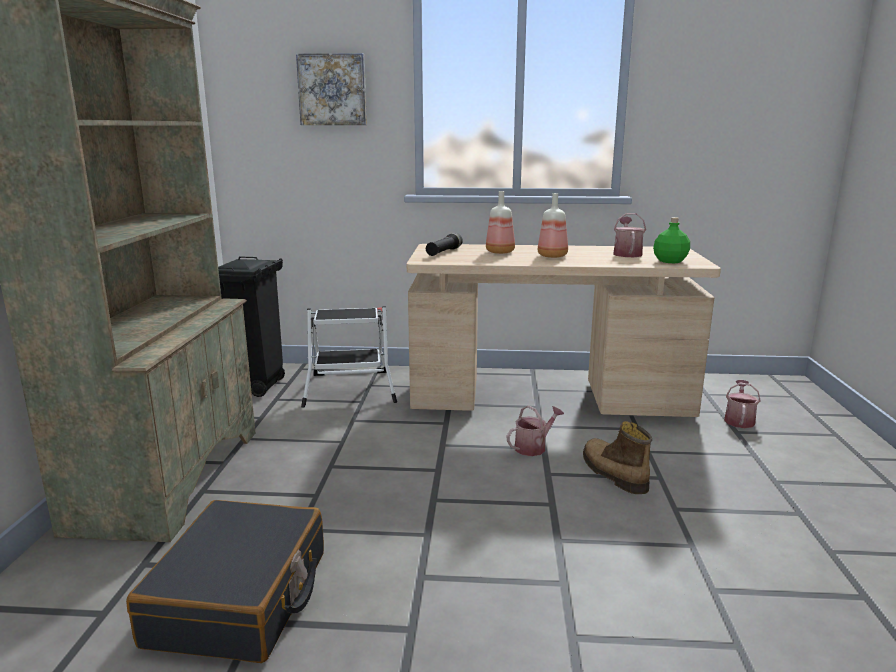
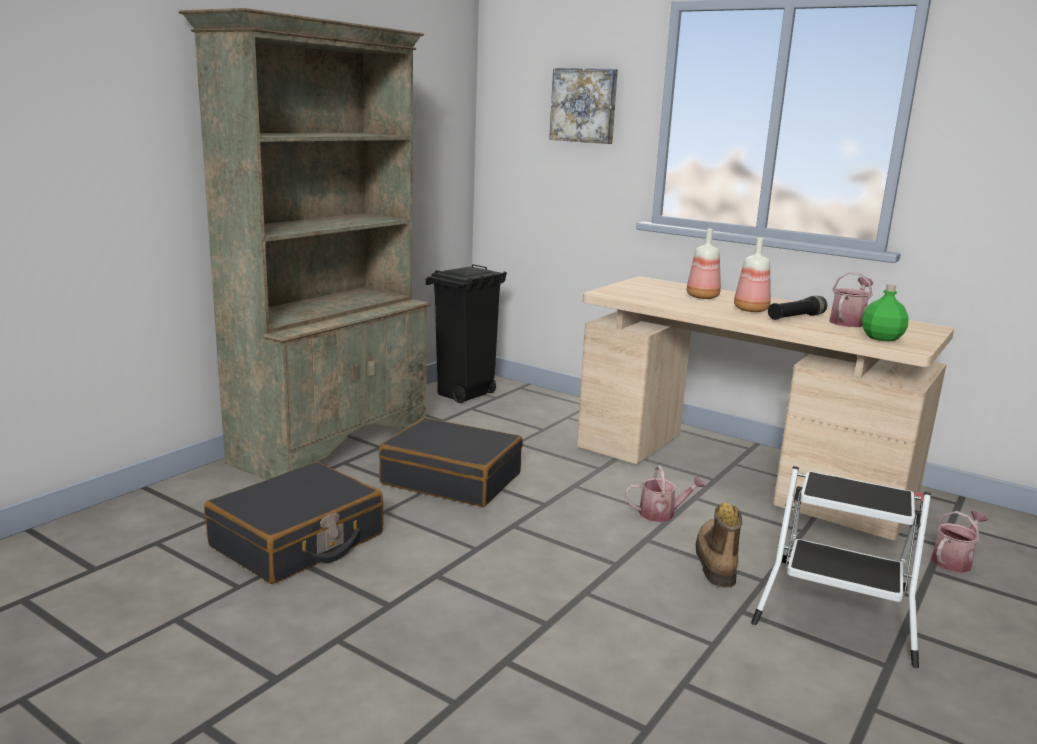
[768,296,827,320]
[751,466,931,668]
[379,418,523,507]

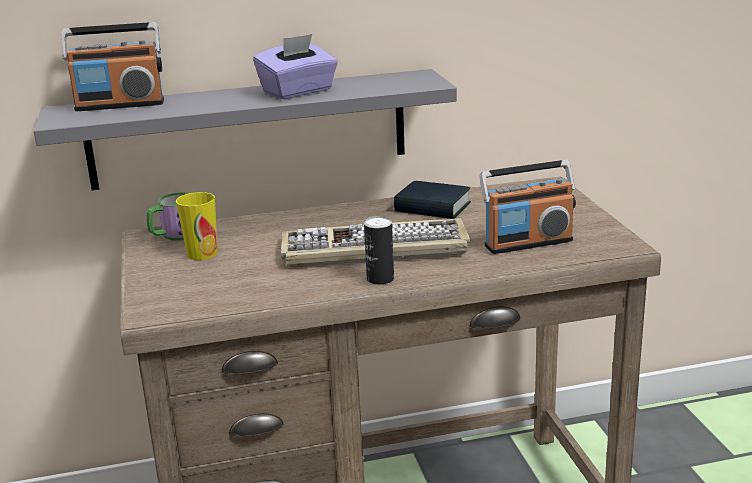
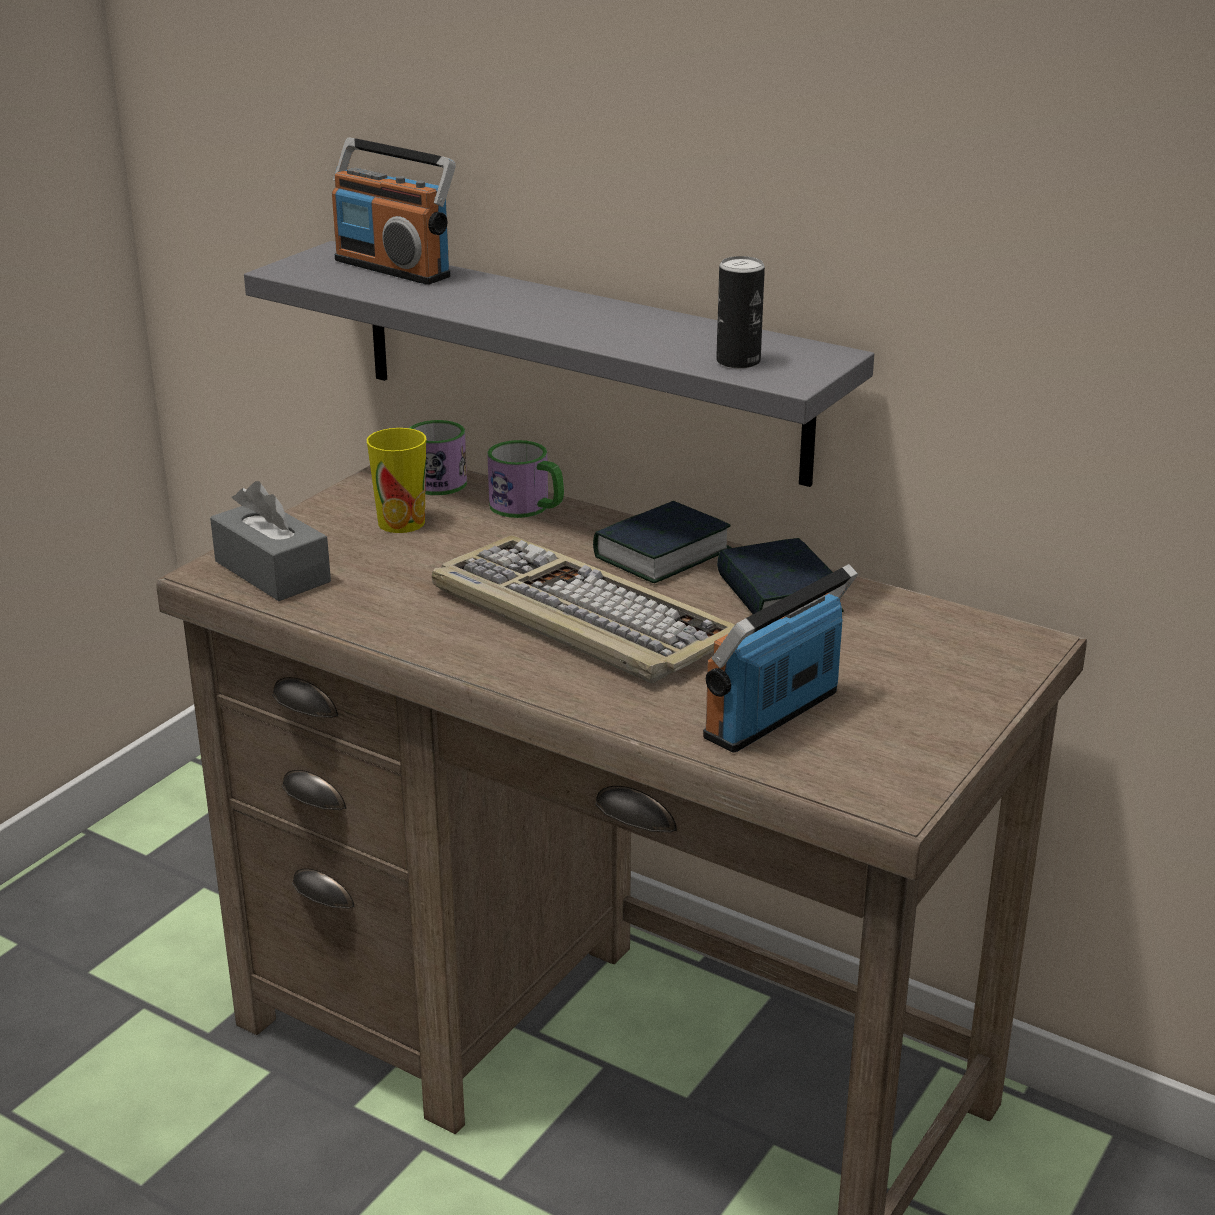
[253,34,338,99] (first image)
[703,564,858,753]
[716,256,765,368]
[487,440,564,518]
[210,481,331,601]
[593,501,731,583]

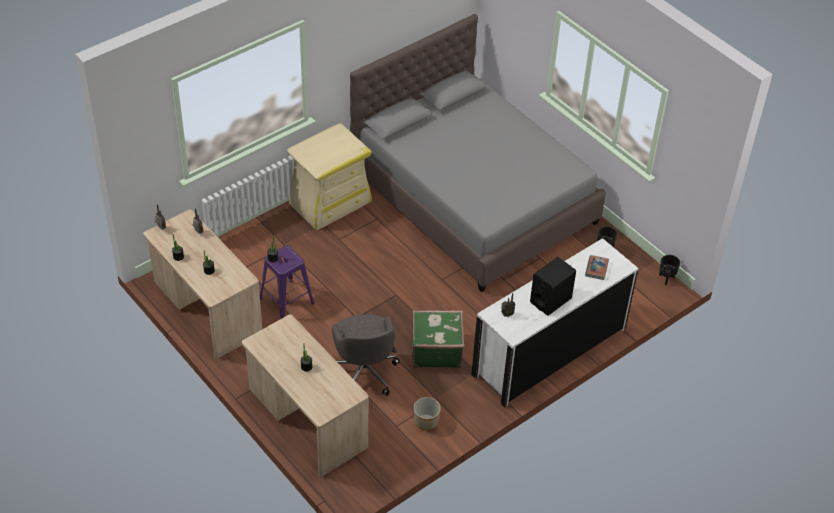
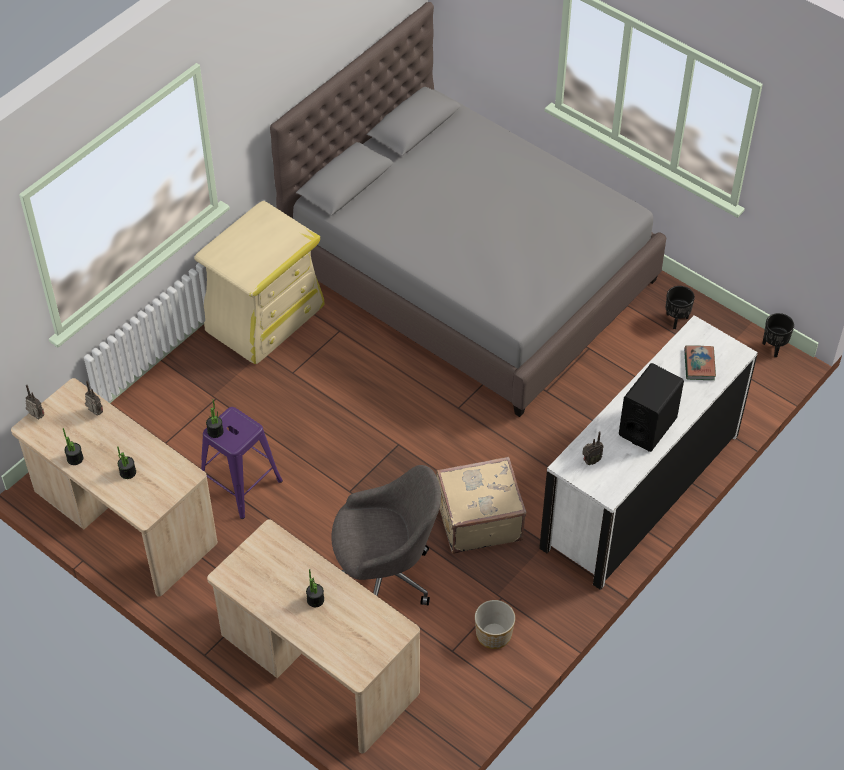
[436,457,526,554]
[331,465,441,606]

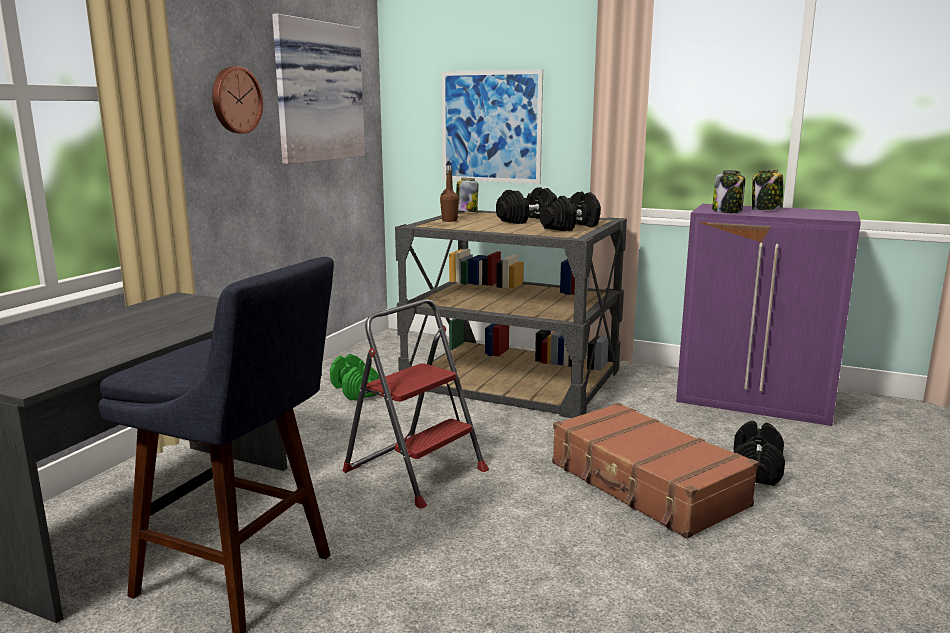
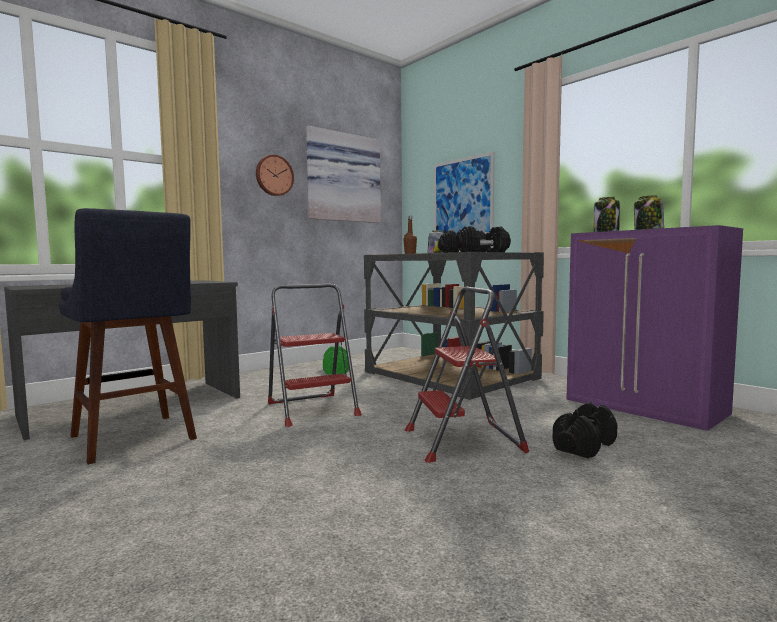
[405,287,529,463]

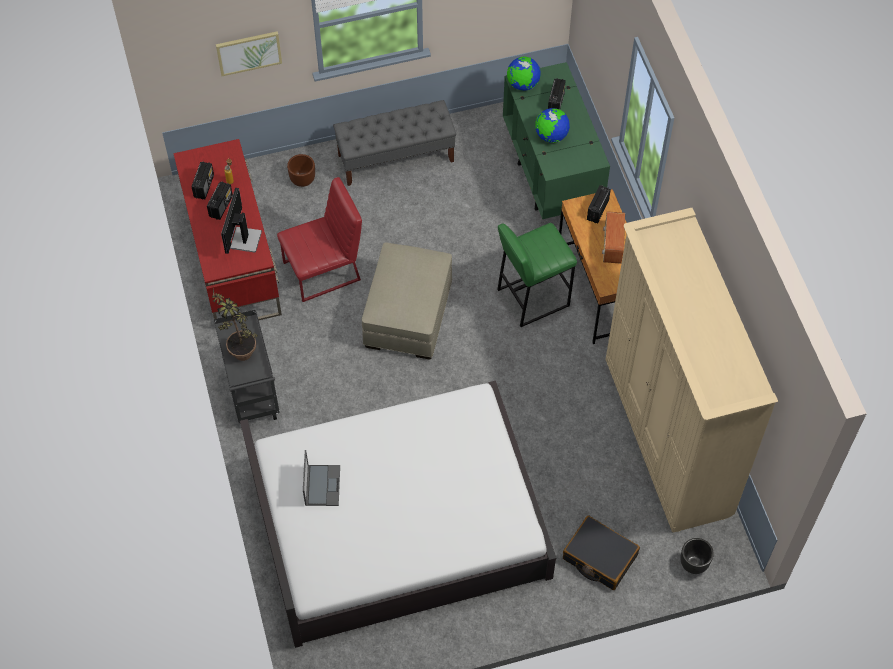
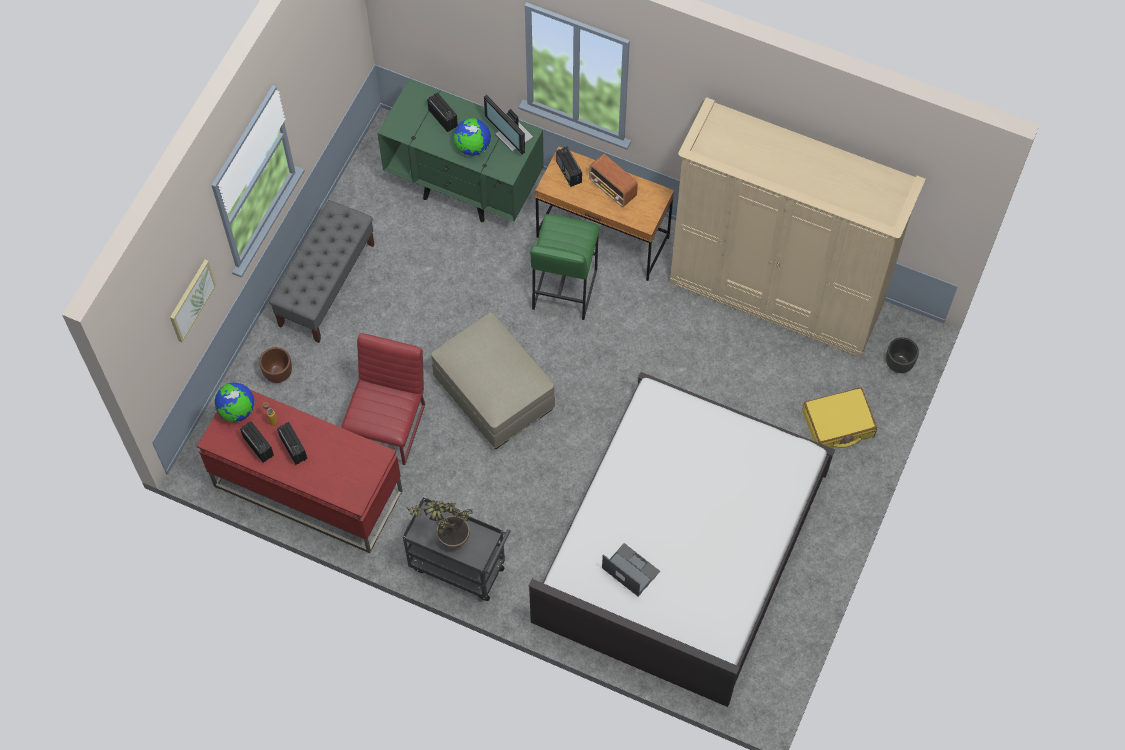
[215,383,254,422]
[484,95,533,155]
[802,387,877,448]

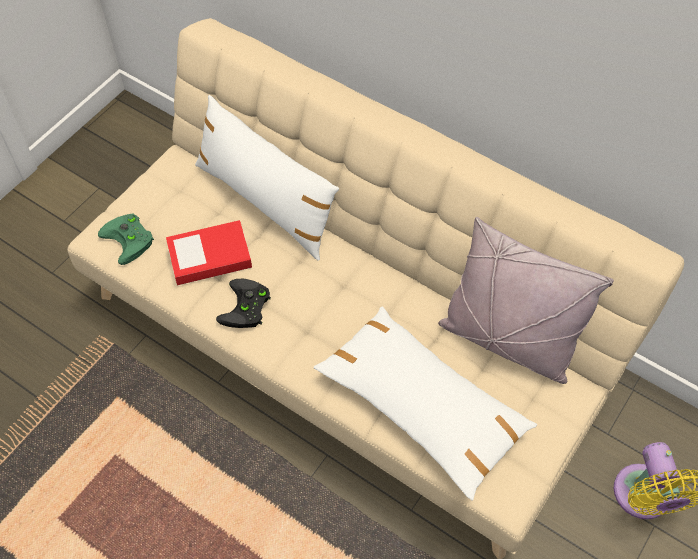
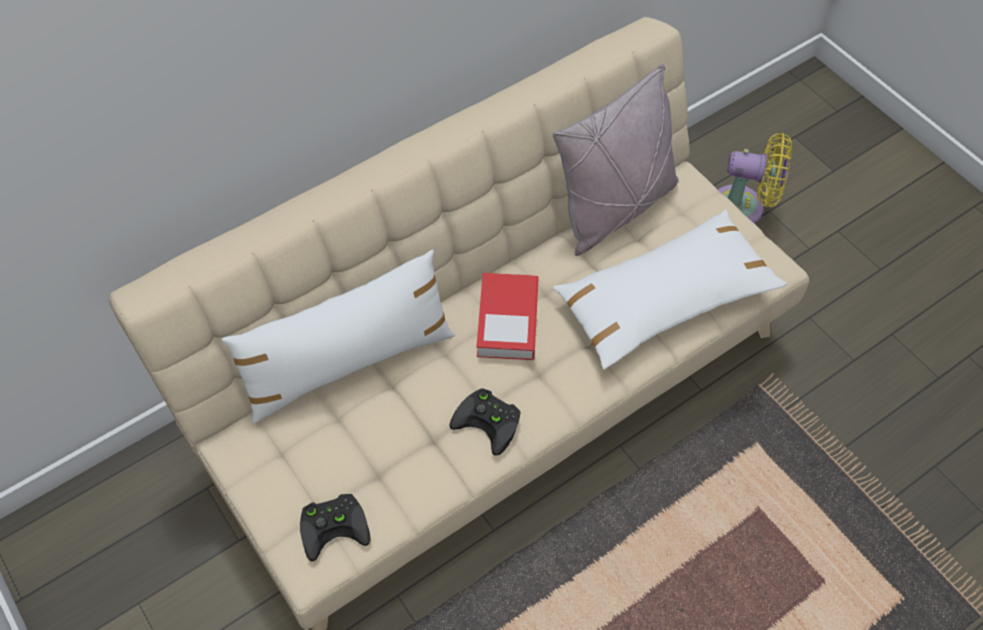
[300,494,370,561]
[476,273,539,360]

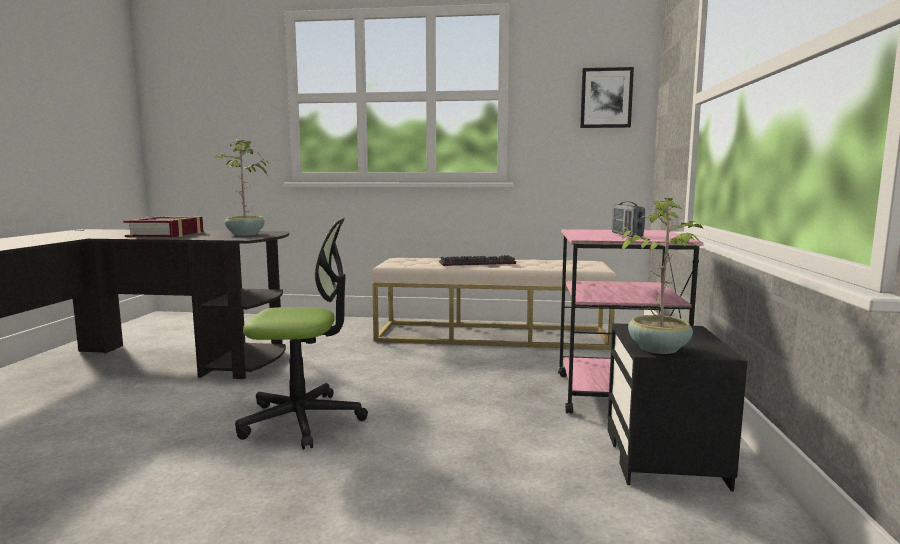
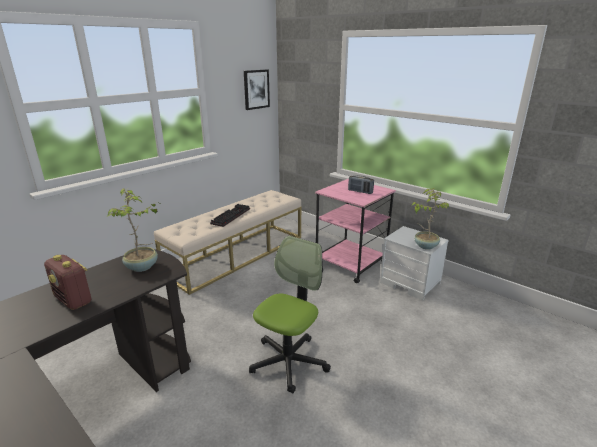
[44,255,91,310]
[380,226,448,301]

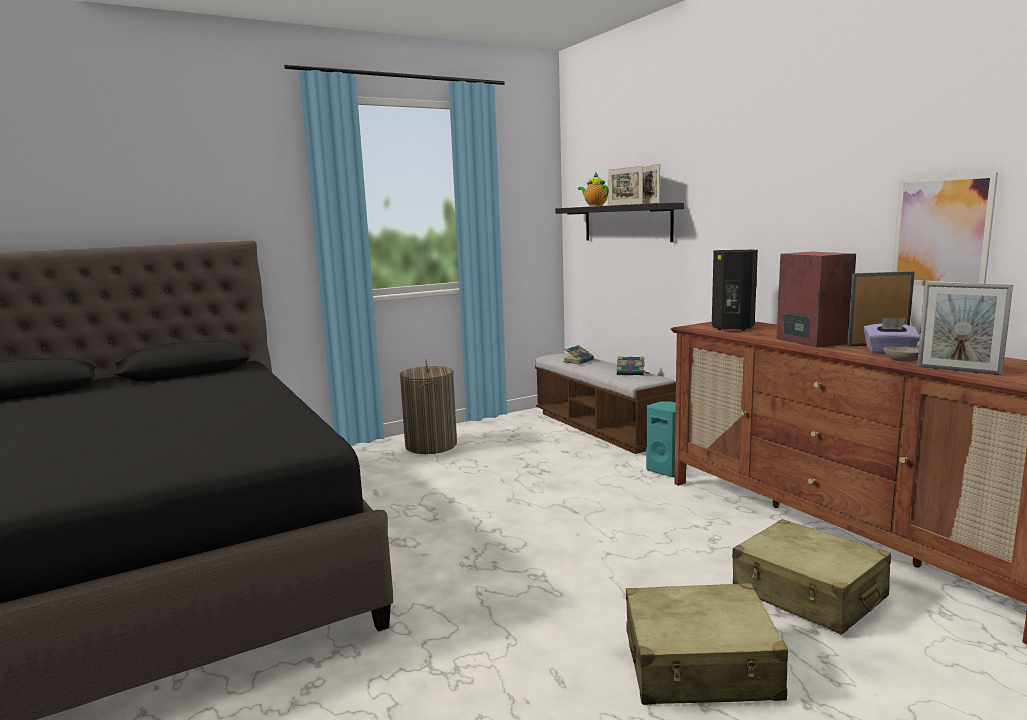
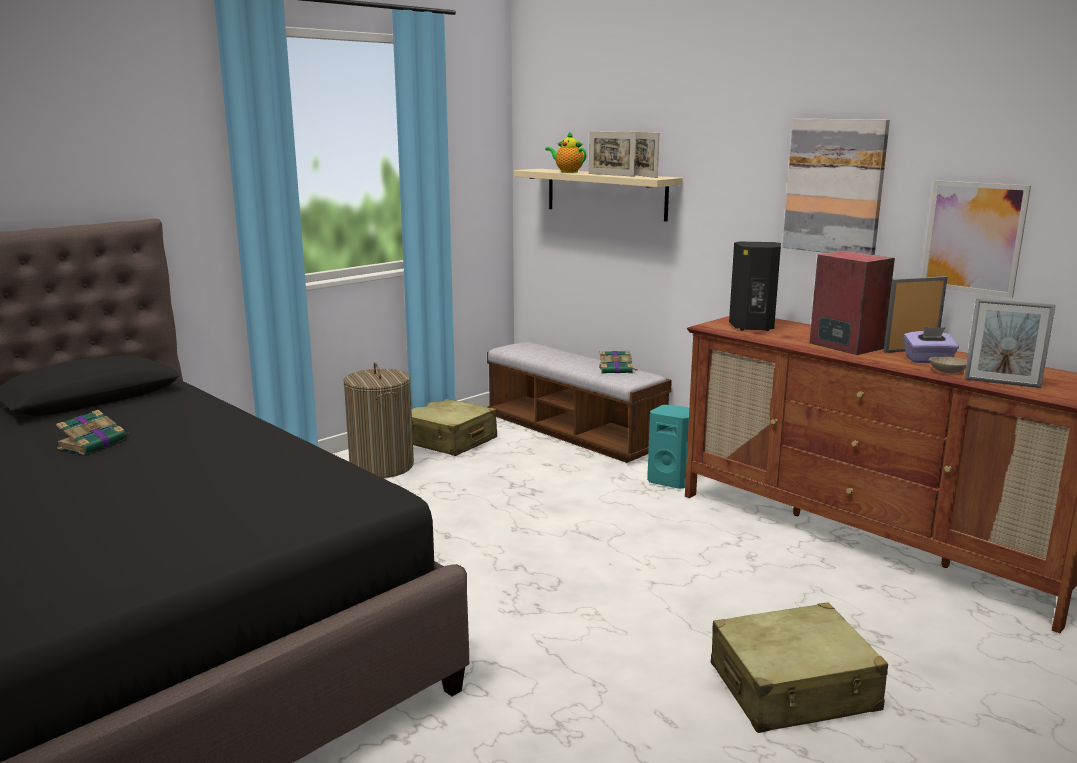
[514,169,683,222]
[56,410,127,455]
[411,398,497,456]
[783,119,890,255]

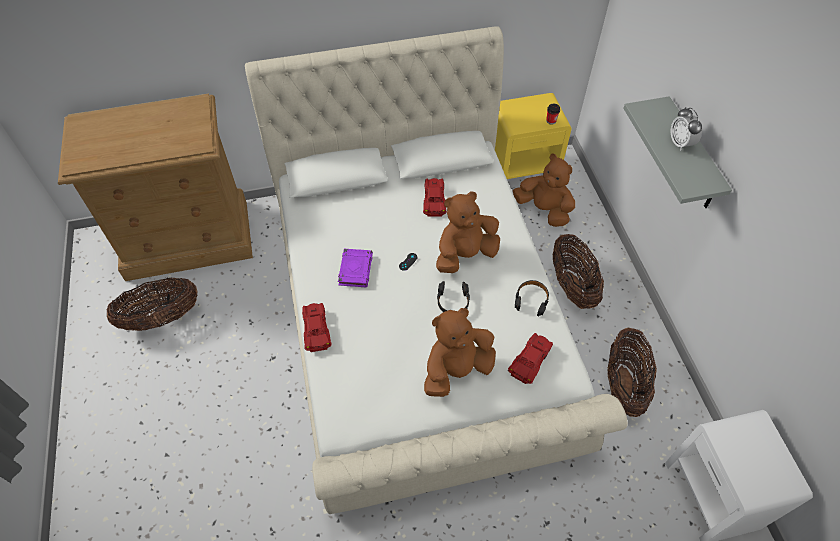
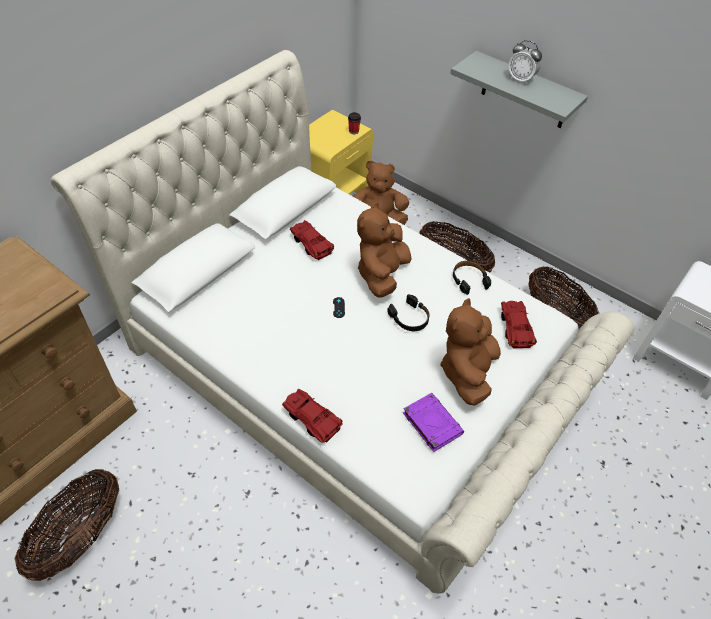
[403,393,464,452]

